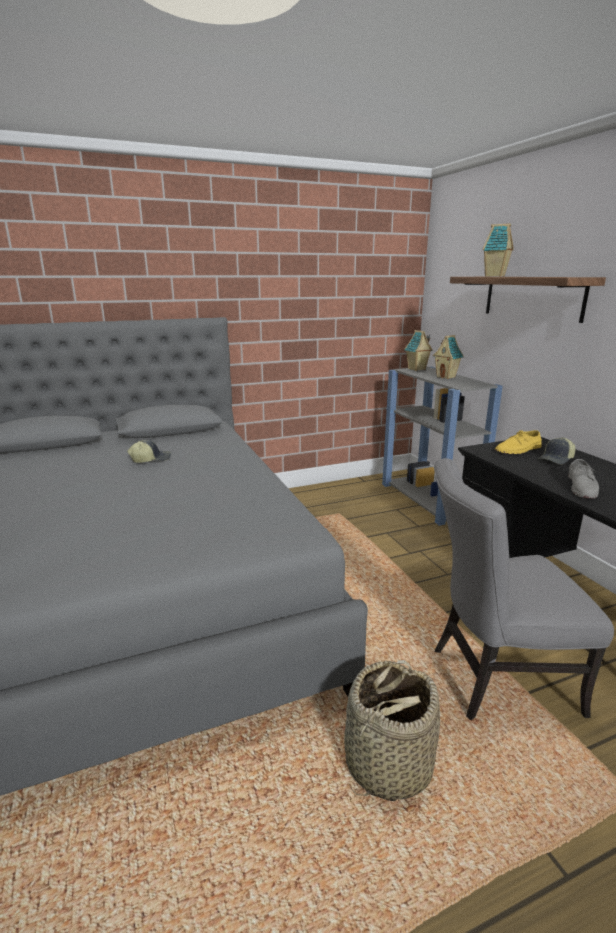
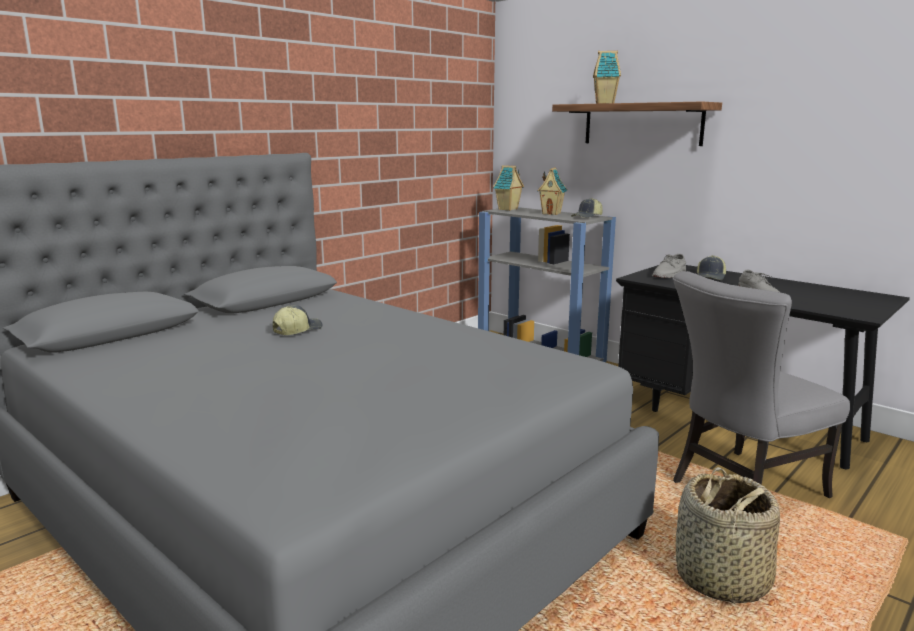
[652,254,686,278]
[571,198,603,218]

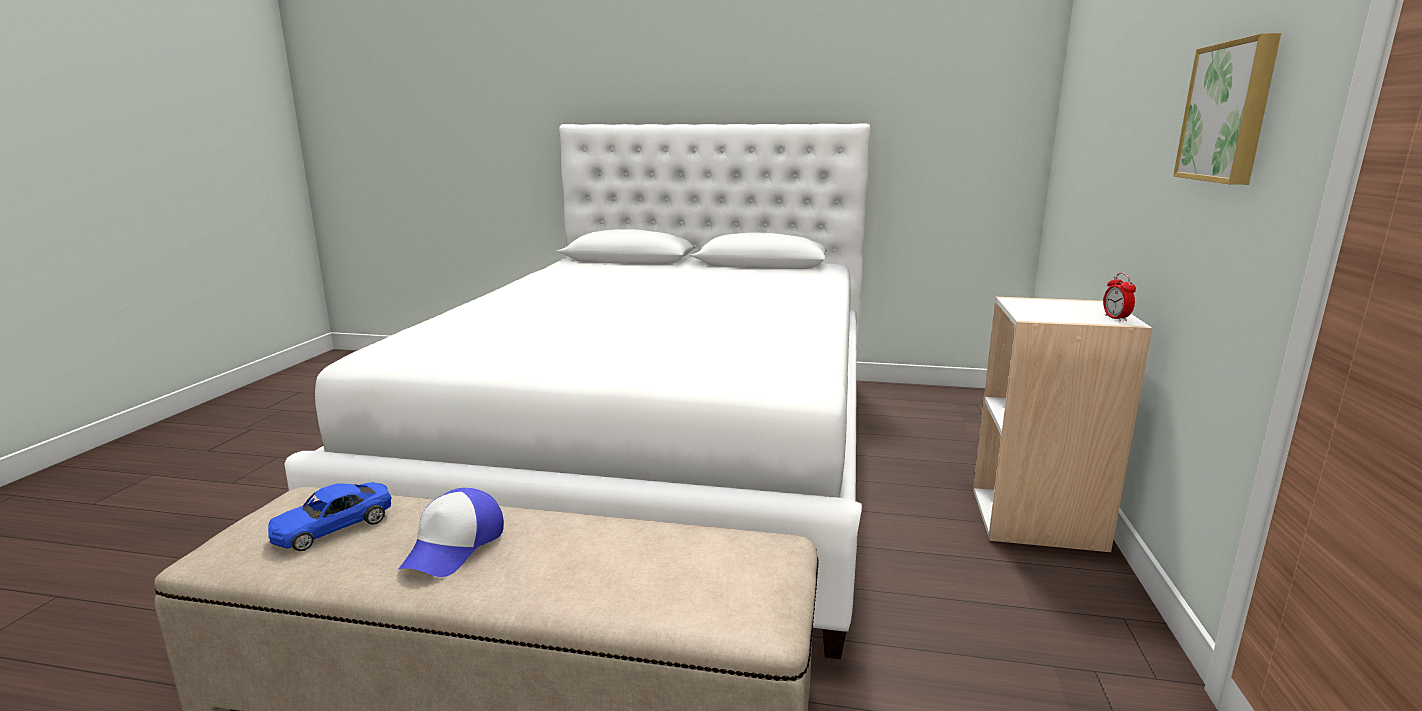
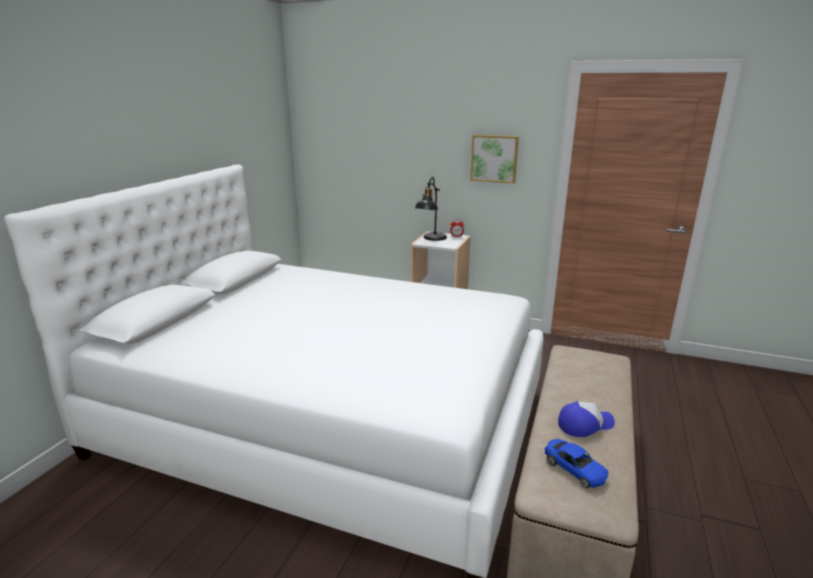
[558,401,615,437]
[415,177,447,241]

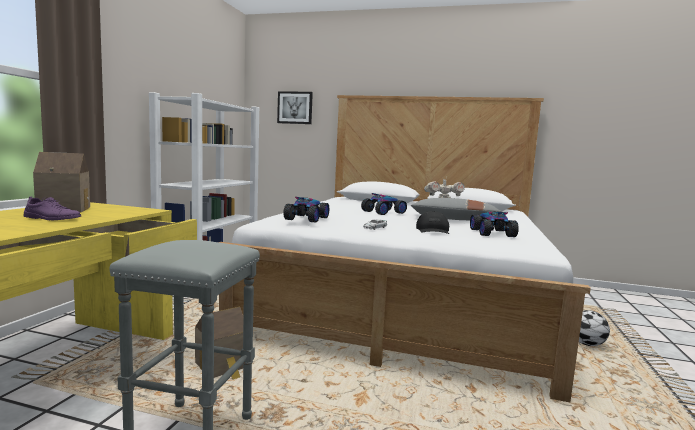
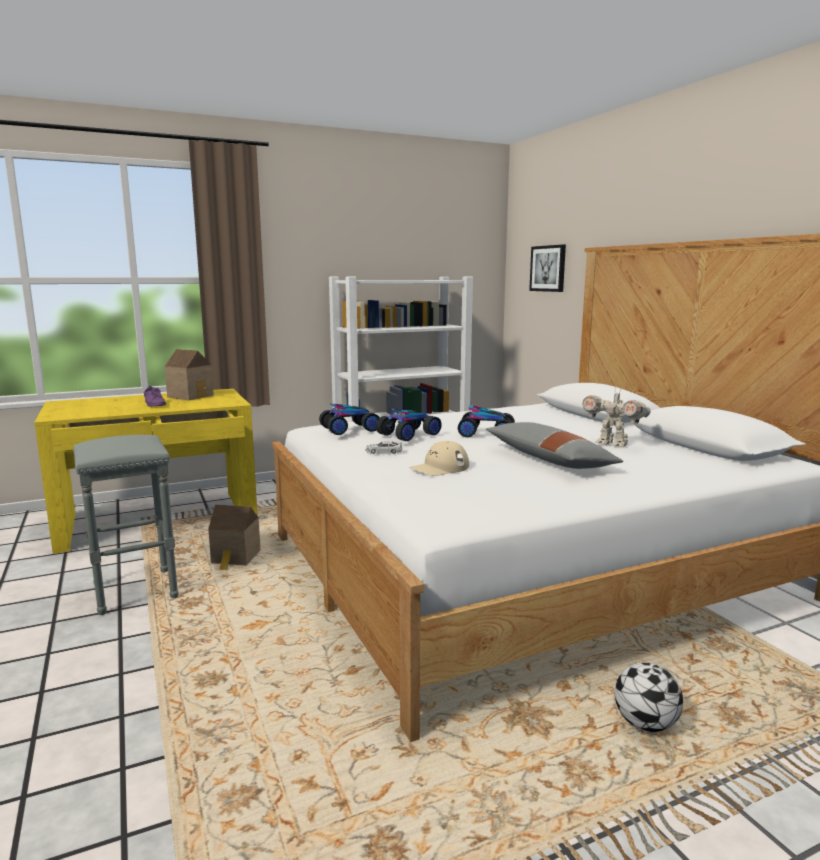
[410,441,469,476]
[376,409,441,441]

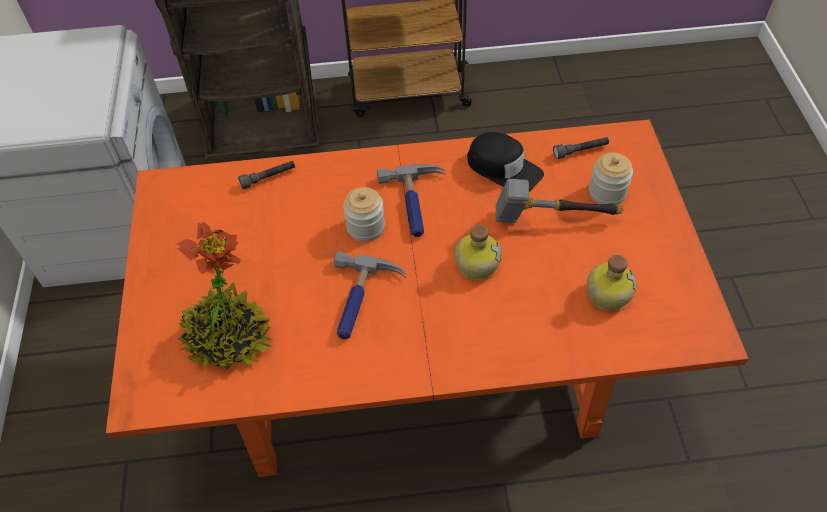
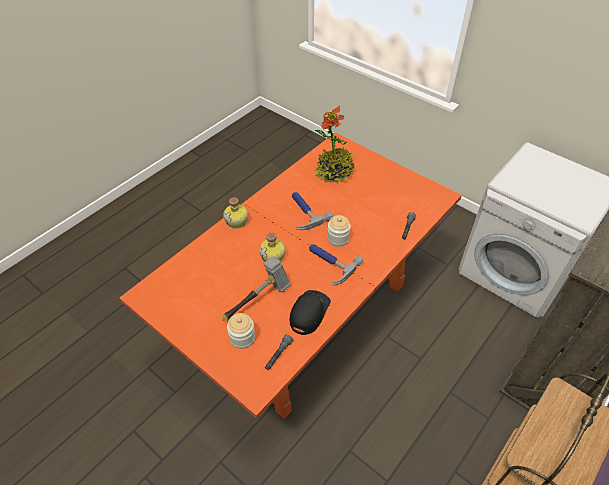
[290,290,331,335]
[223,197,248,229]

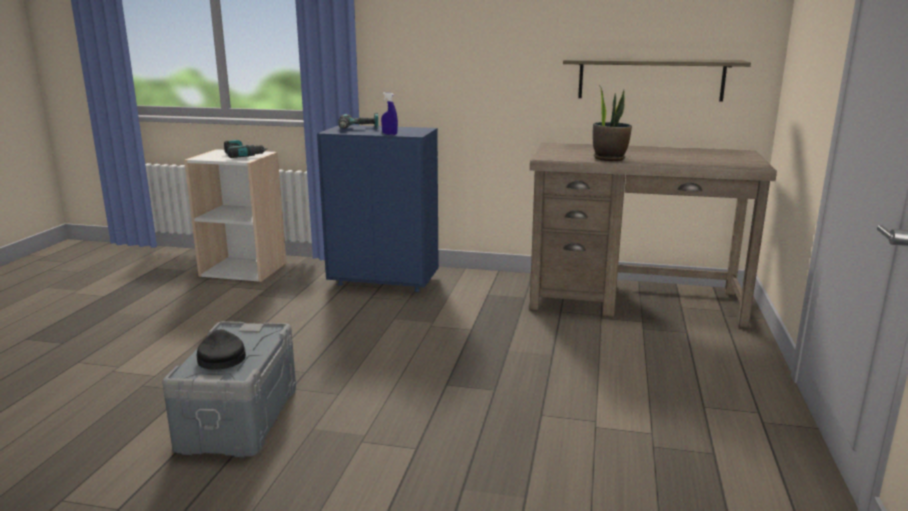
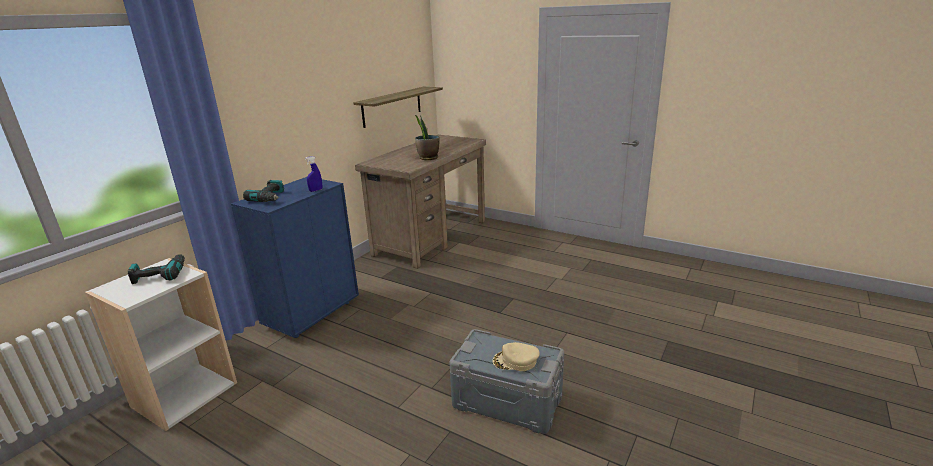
[492,342,540,371]

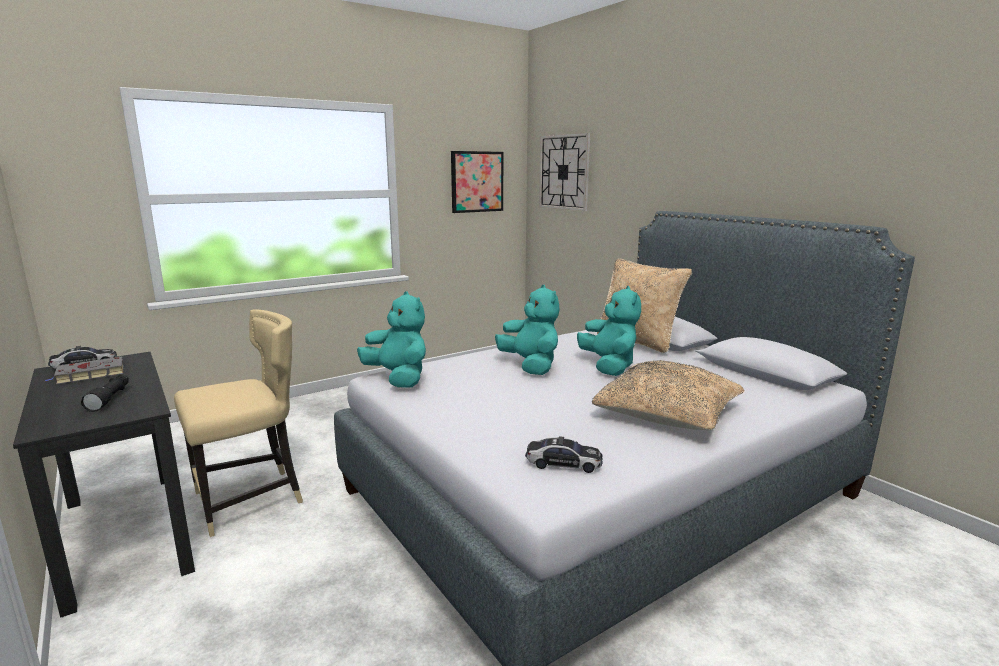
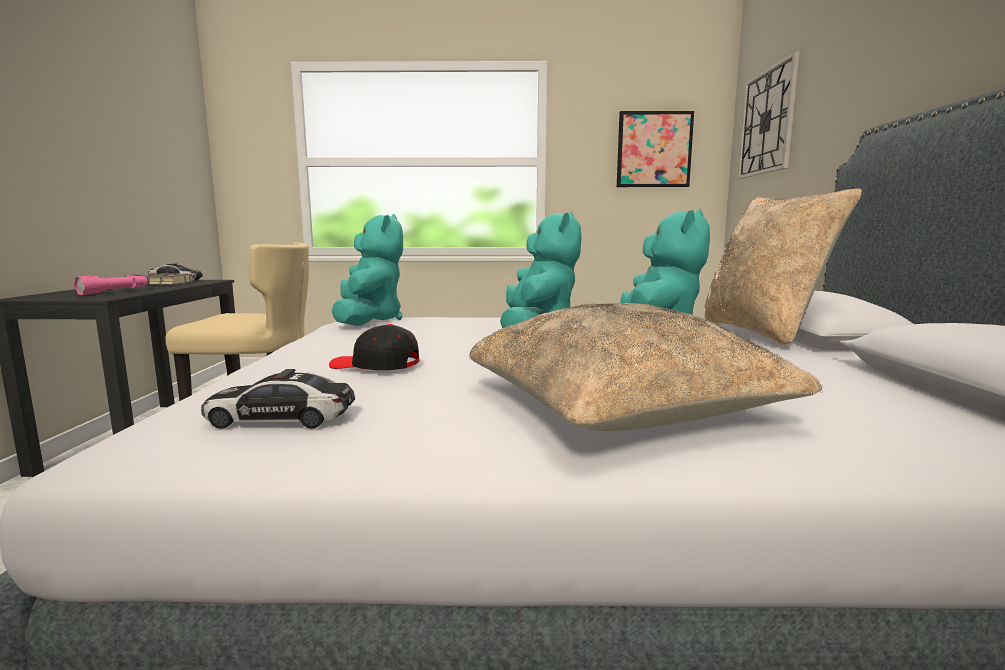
[73,275,148,295]
[201,369,355,429]
[329,324,419,370]

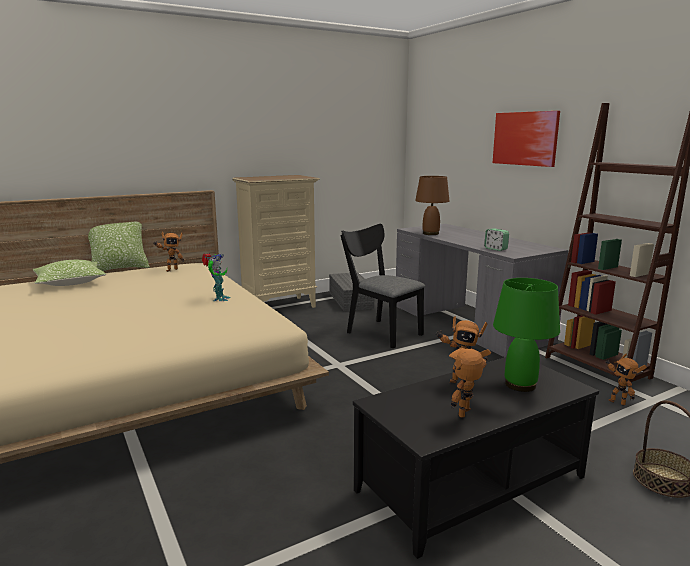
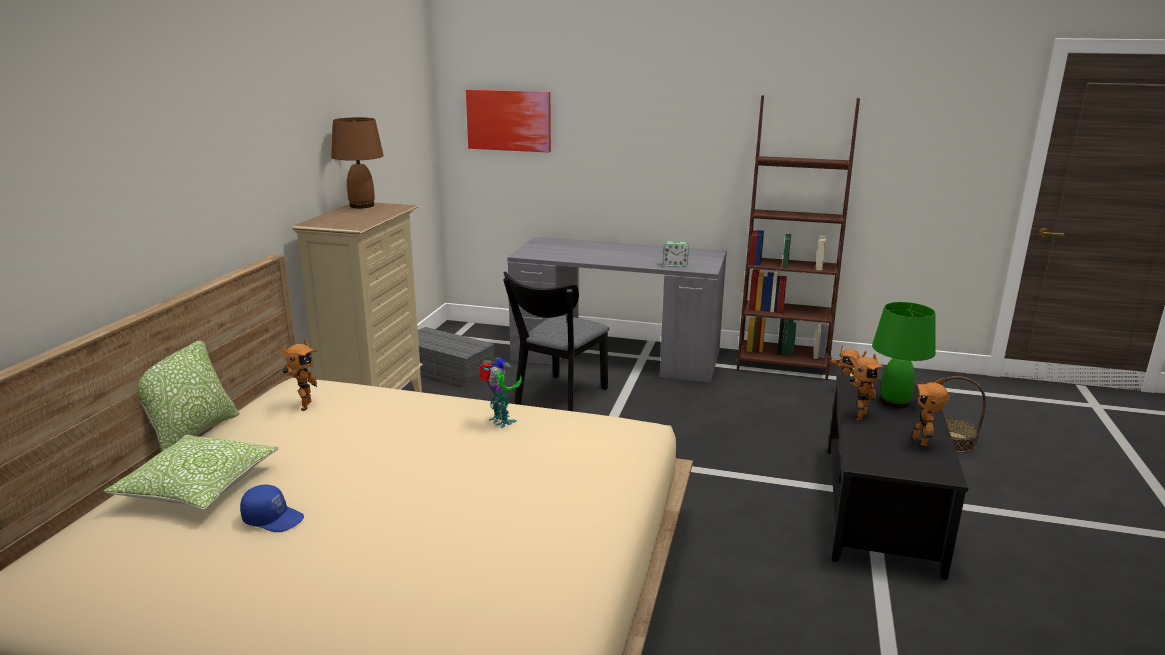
[466,90,551,153]
[331,117,384,208]
[503,271,609,411]
[240,485,304,532]

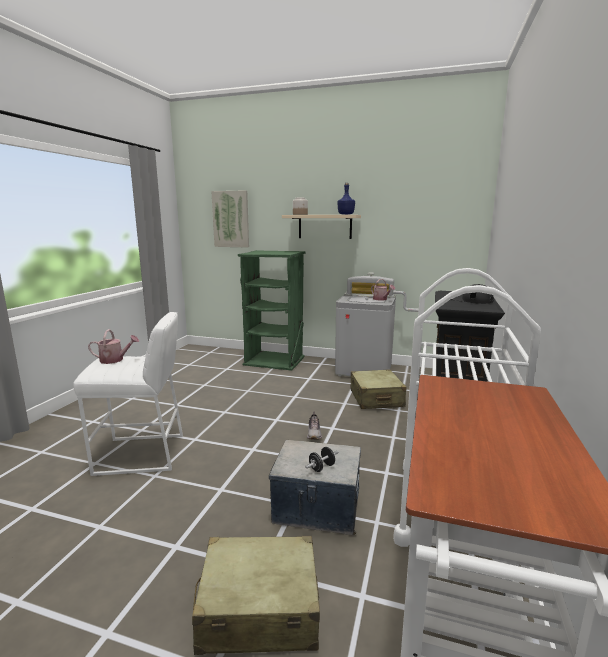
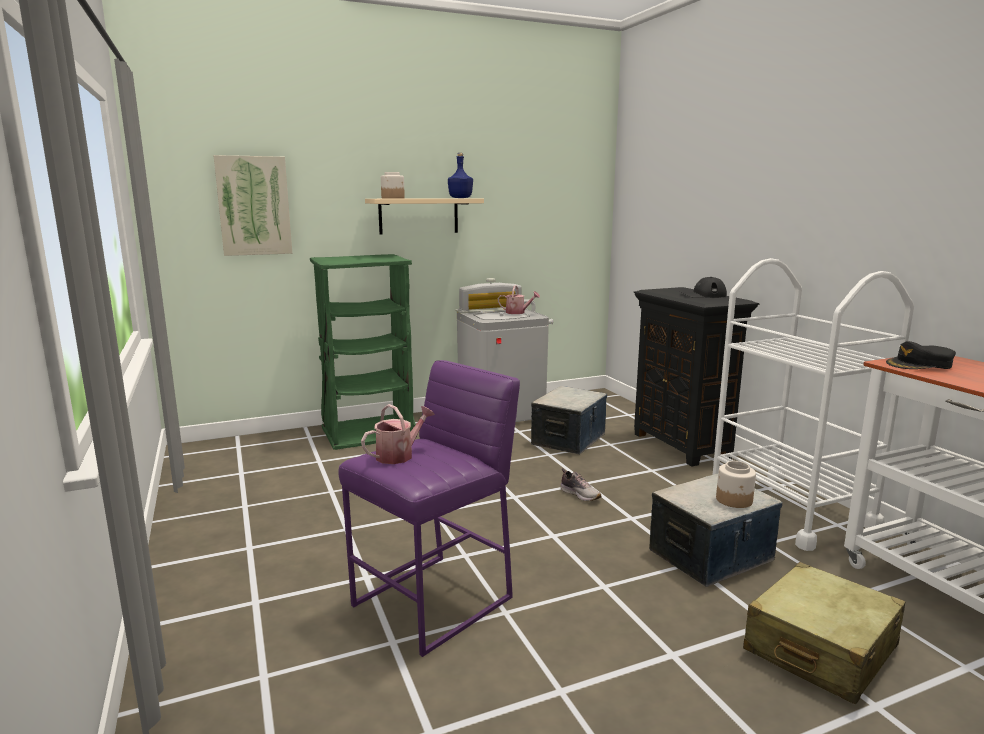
[338,360,520,657]
[531,386,607,455]
[716,461,756,508]
[886,341,956,369]

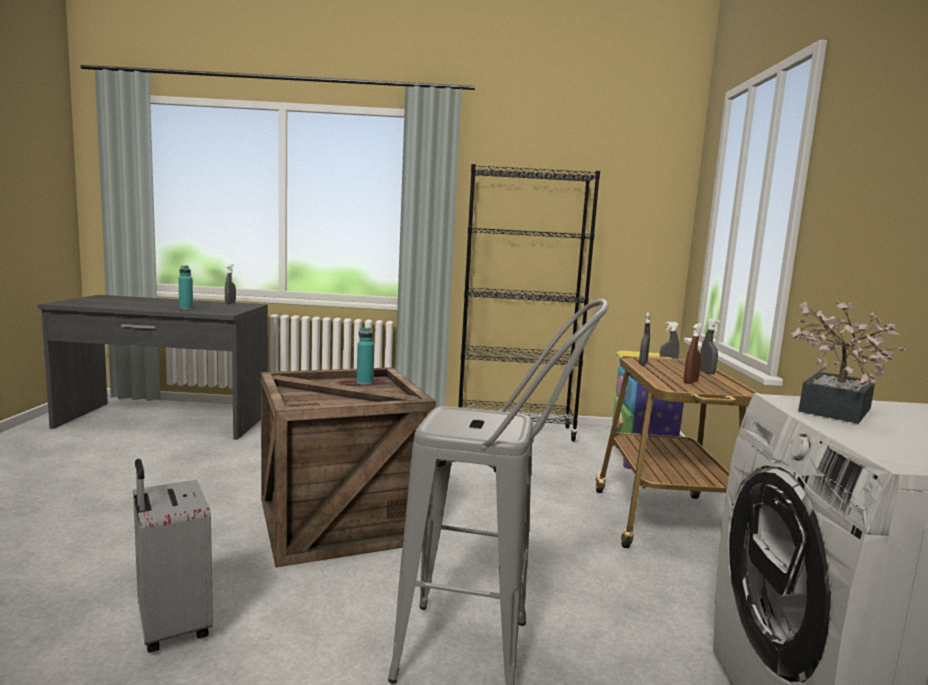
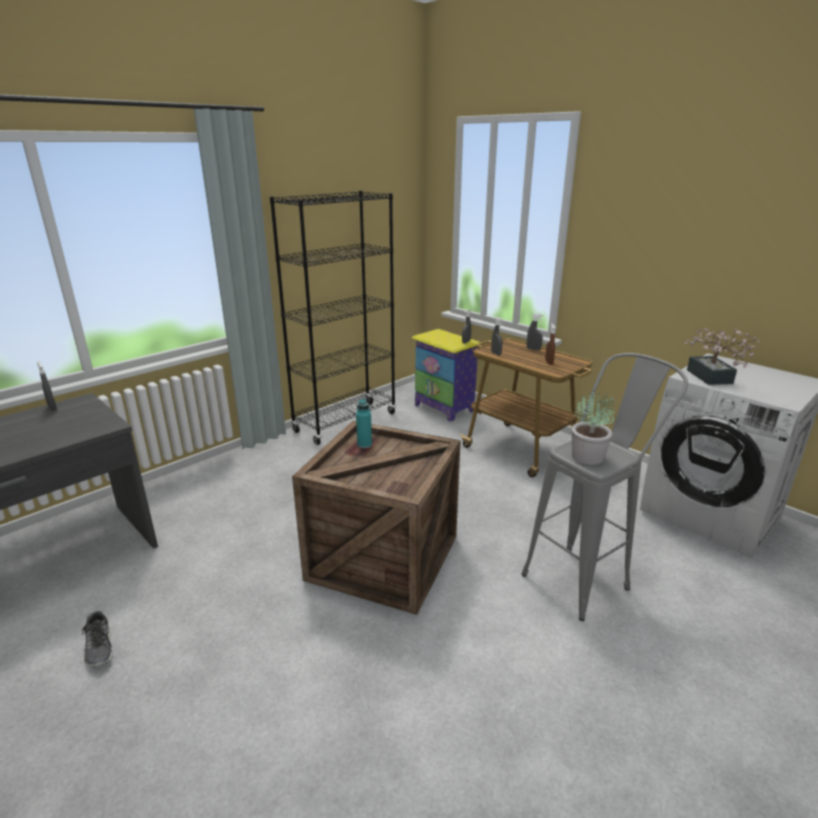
[178,265,193,310] (first image)
[133,459,213,653] (first image)
[571,390,615,465]
[82,610,113,667]

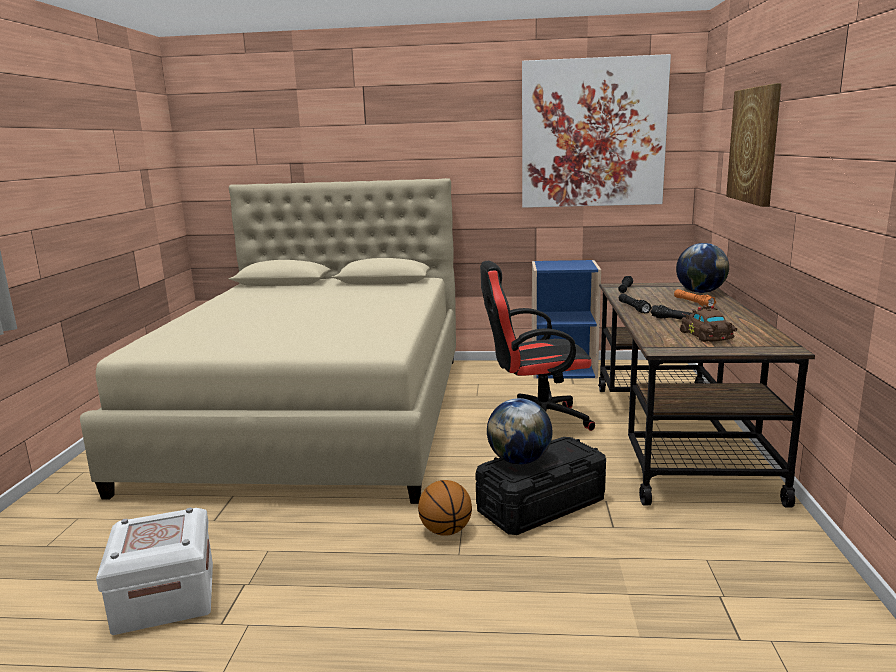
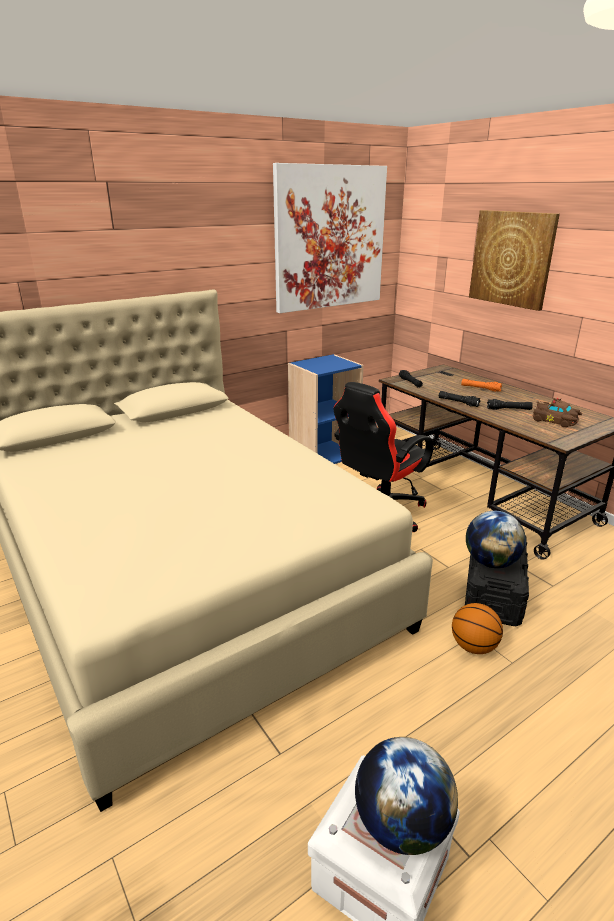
[355,737,458,855]

